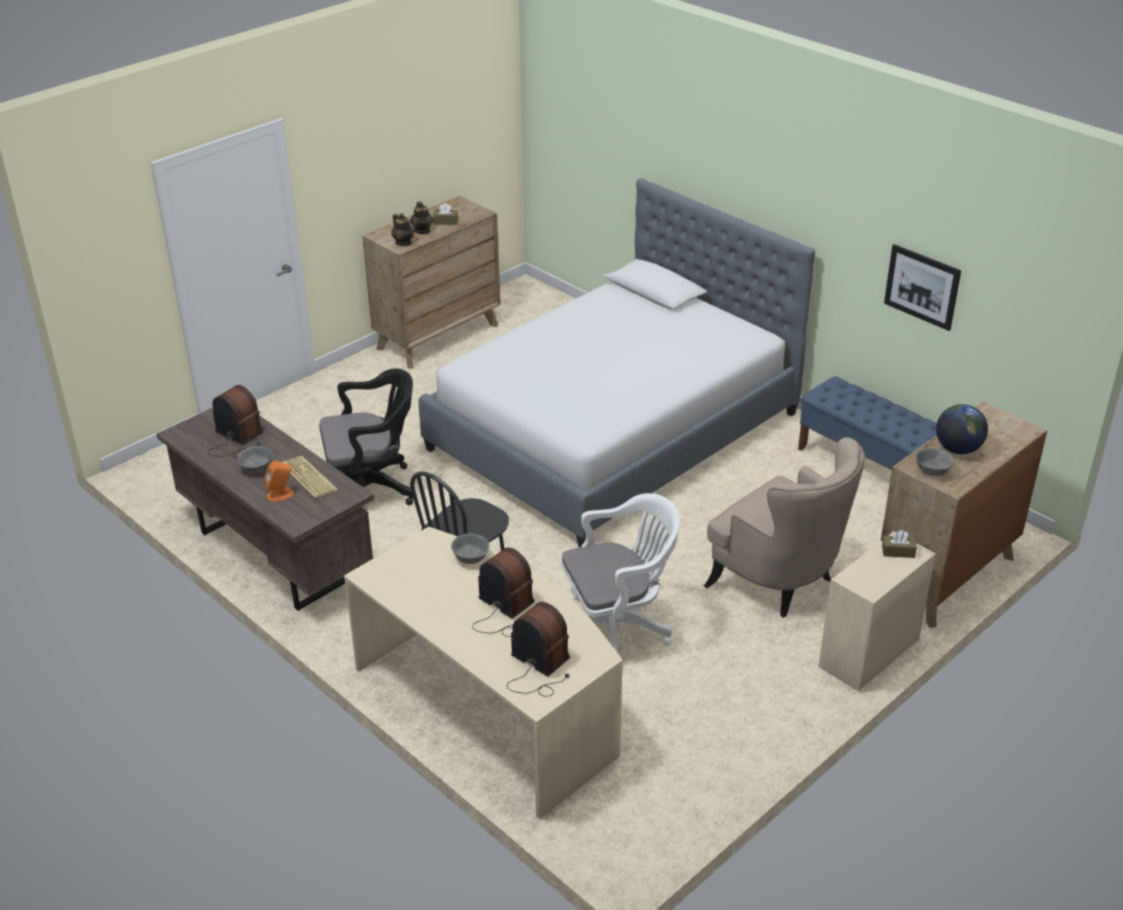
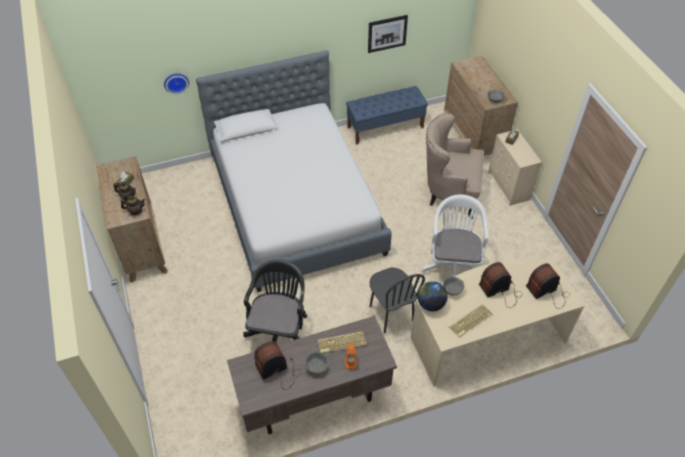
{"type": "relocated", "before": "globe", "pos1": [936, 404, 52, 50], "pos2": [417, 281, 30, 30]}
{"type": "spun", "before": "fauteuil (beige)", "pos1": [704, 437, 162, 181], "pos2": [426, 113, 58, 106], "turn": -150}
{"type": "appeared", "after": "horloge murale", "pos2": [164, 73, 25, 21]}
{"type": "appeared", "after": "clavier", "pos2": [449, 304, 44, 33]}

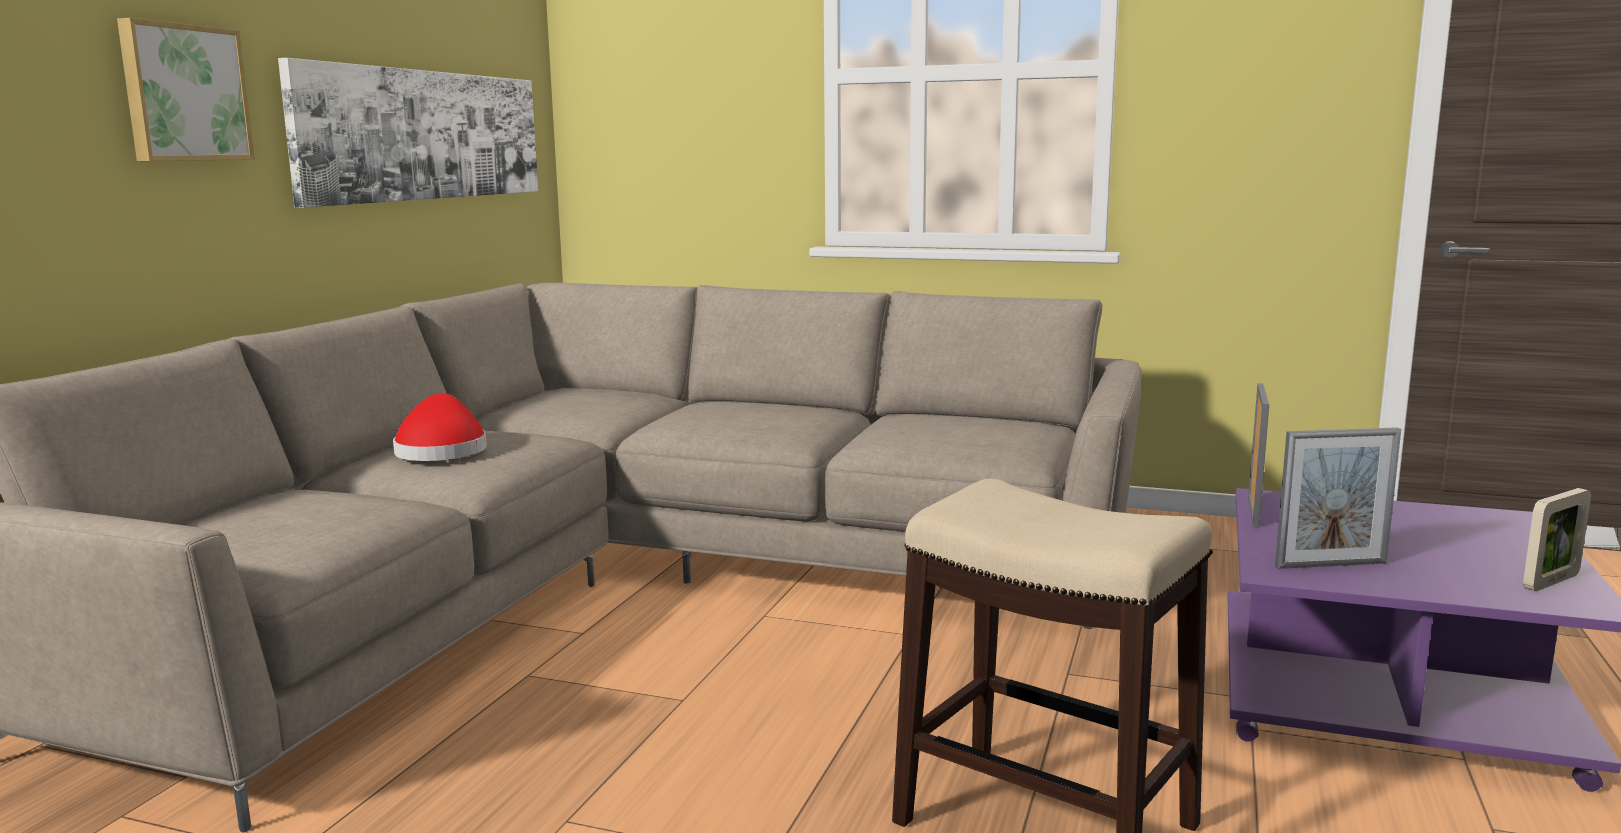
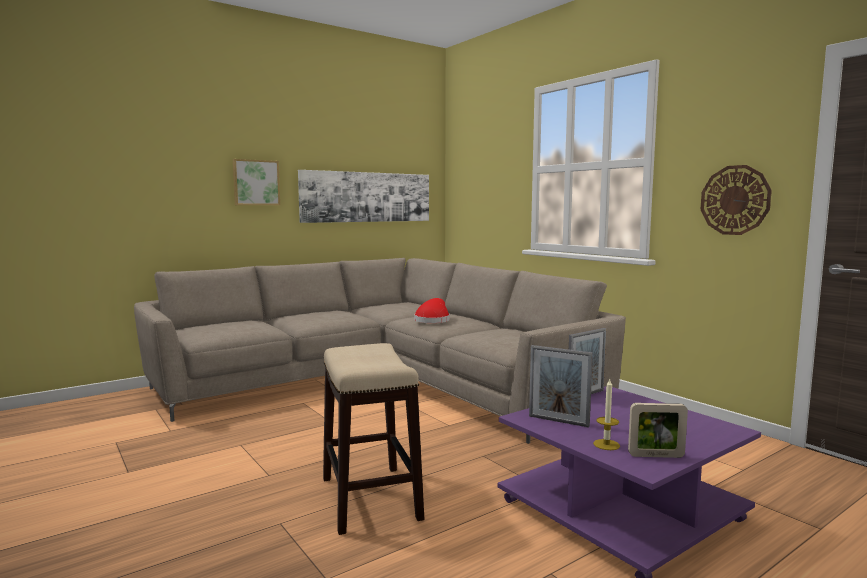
{"type": "relocated", "before": "chapeau (rouge)", "pos1": [393, 393, 94, 68], "pos2": [414, 298, 36, 25]}
{"type": "appeared", "after": "horloge murale", "pos2": [700, 165, 72, 70]}
{"type": "appeared", "after": "bougie", "pos2": [593, 378, 27, 72]}

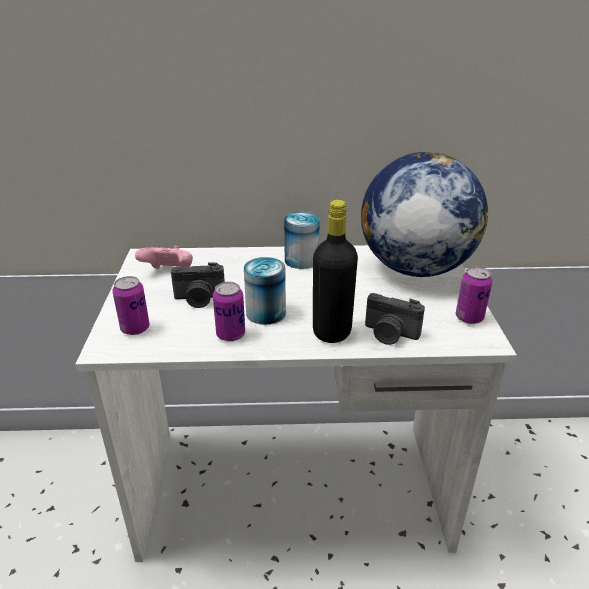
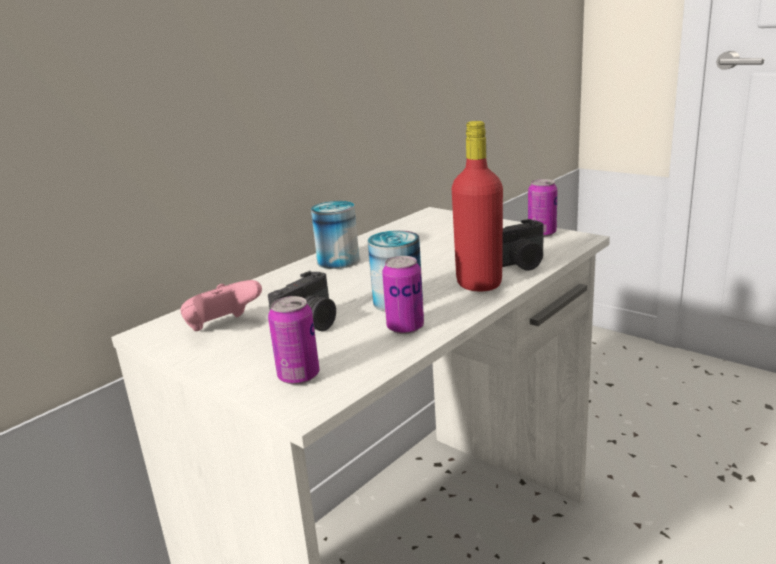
{"type": "missing", "before": "globe", "pos1": [361, 152, 127, 125]}
{"type": "colour", "before": "bouteille (noir)", "after": "bouteille (rouge)", "pos1": [313, 200, 45, 143], "pos2": [452, 121, 51, 171]}

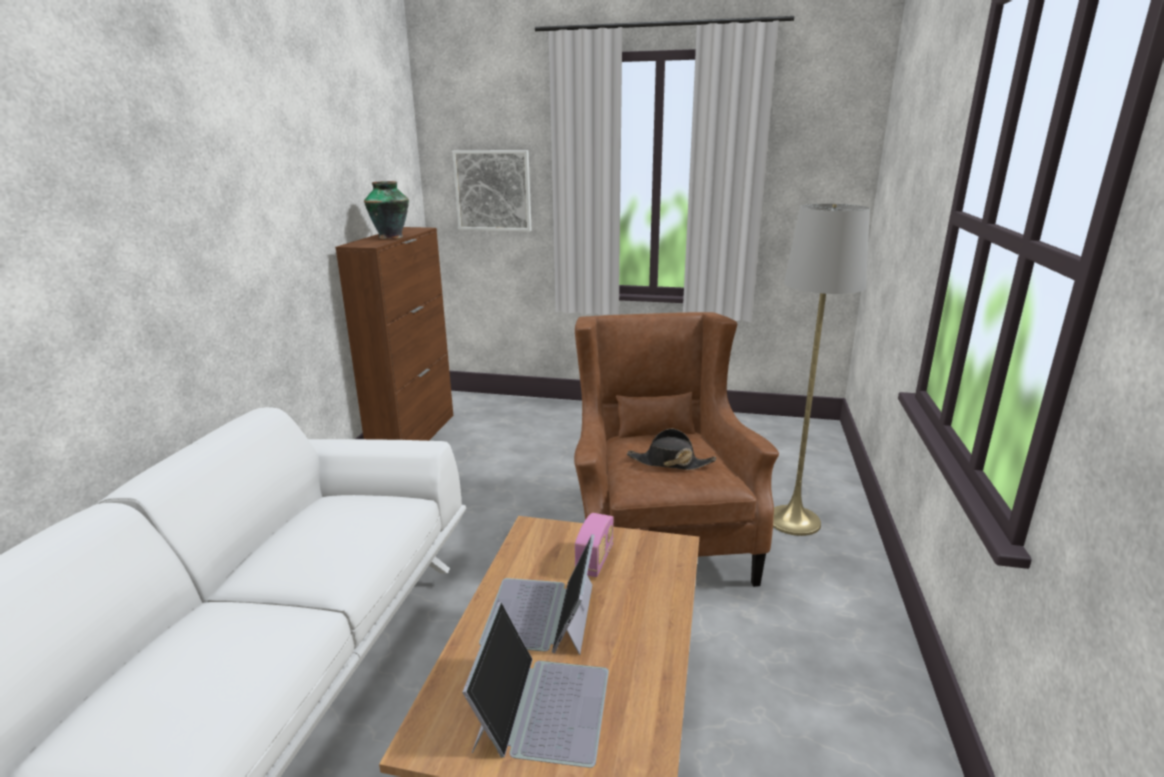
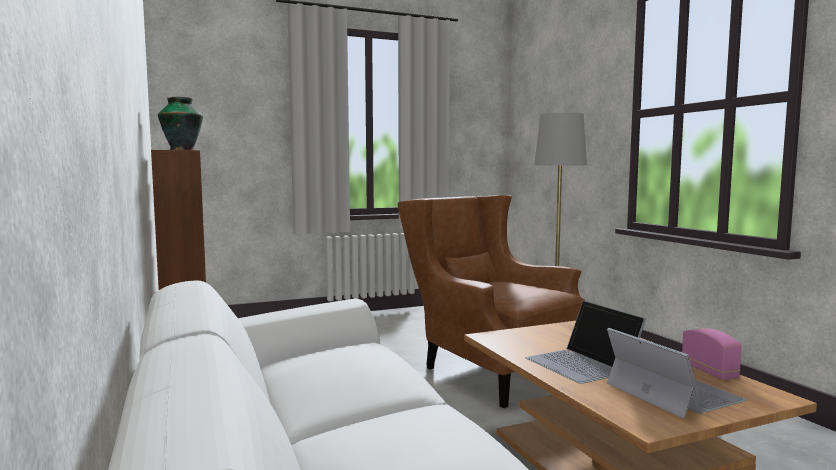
{"type": "missing", "before": "tableau", "pos1": [452, 150, 79, 82]}
{"type": "missing", "before": "chapeau (noir)", "pos1": [627, 429, 89, 41]}
{"type": "relocated", "before": "radio", "pos1": [575, 513, 39, 64], "pos2": [682, 328, 60, 52]}

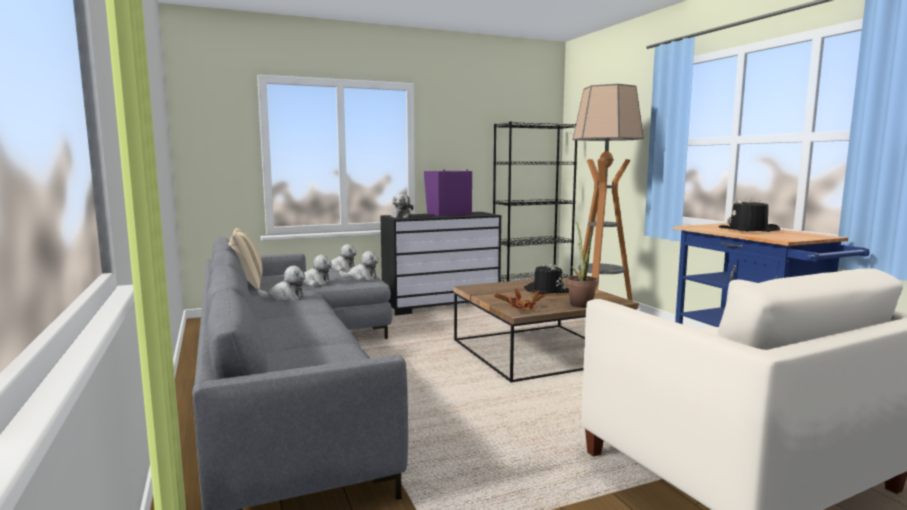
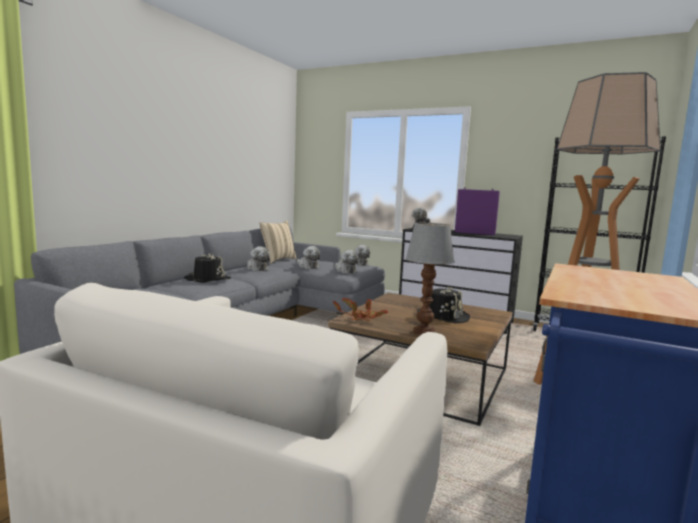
{"type": "relocated", "before": "chapeau (noir)", "pos1": [718, 197, 62, 35], "pos2": [184, 253, 47, 29]}
{"type": "exchanged", "before": "plante en pot", "after": "lampe de table", "pos1": [566, 221, 32, 87], "pos2": [405, 223, 50, 112]}

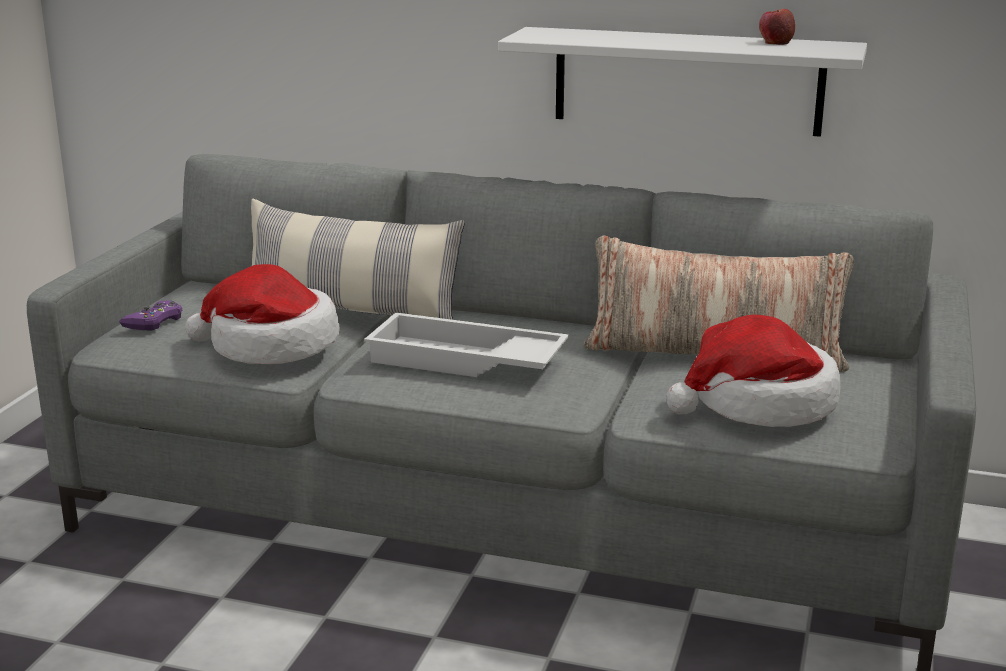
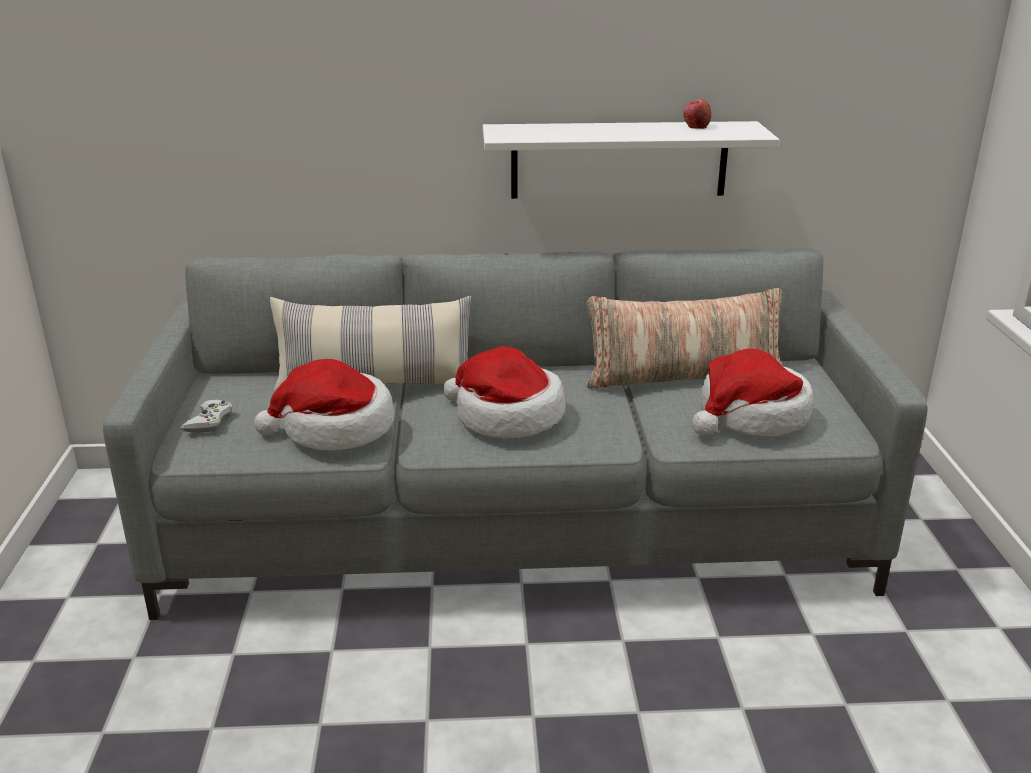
{"type": "colour", "before": "manette (violet)", "after": "manette (blanc)", "pos1": [119, 300, 63, 30], "pos2": [181, 399, 52, 34]}
{"type": "exchanged", "before": "plateau (blanc)", "after": "chapeau", "pos1": [364, 313, 205, 64], "pos2": [443, 346, 123, 92]}

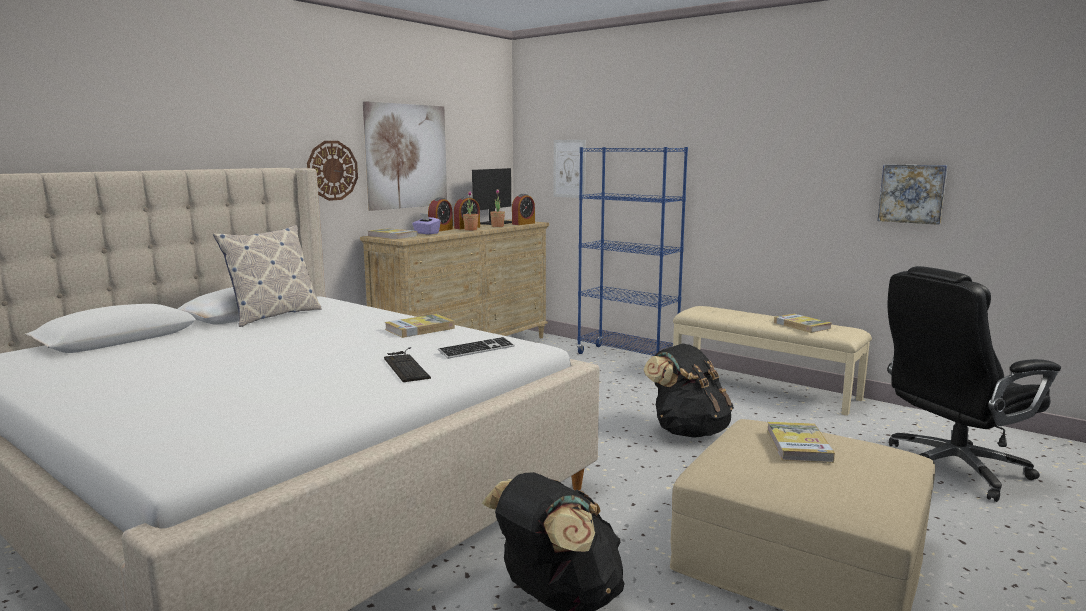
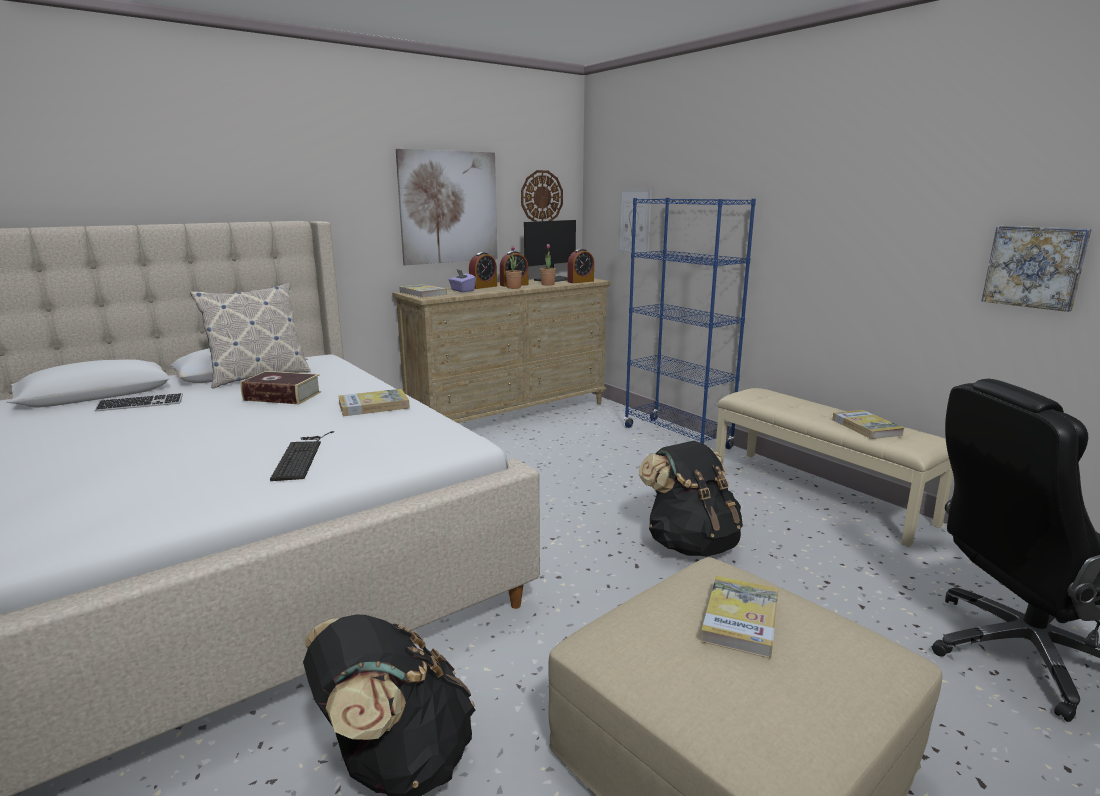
{"type": "relocated", "before": "horloge murale", "pos1": [307, 141, 51, 60], "pos2": [521, 170, 42, 52]}
{"type": "relocated", "before": "clavier", "pos1": [438, 337, 77, 22], "pos2": [95, 393, 88, 19]}
{"type": "appeared", "after": "livre", "pos2": [240, 371, 81, 33]}

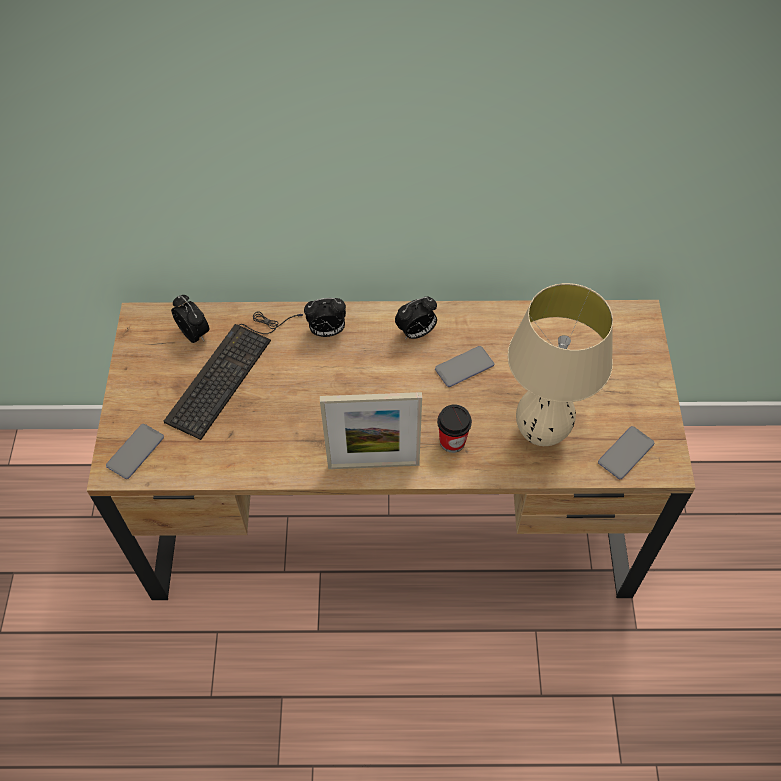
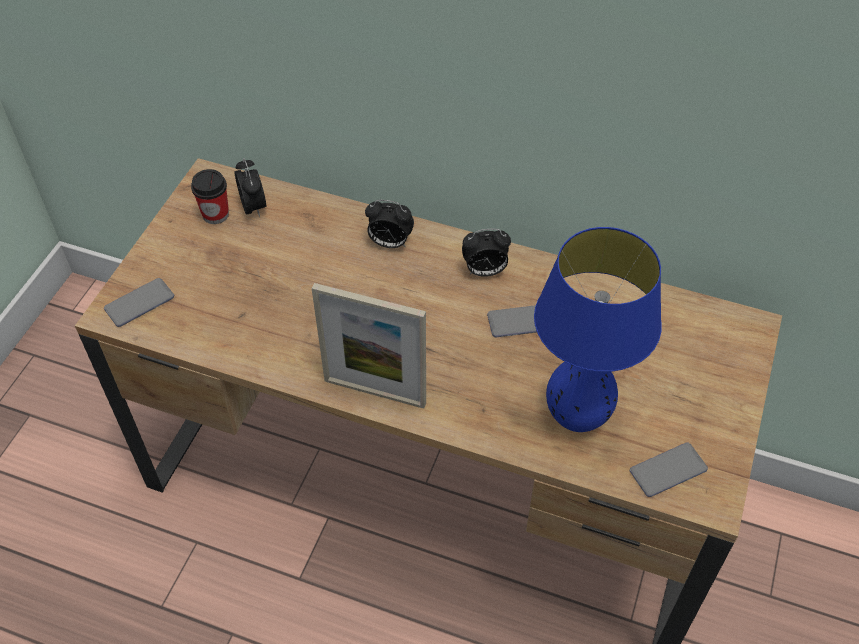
{"type": "colour", "before": "lampe de table (beige)", "after": "lampe de table (bleu)", "pos1": [507, 283, 106, 163], "pos2": [534, 227, 128, 205]}
{"type": "missing", "before": "clavier", "pos1": [164, 311, 139, 129]}
{"type": "relocated", "before": "tasse", "pos1": [437, 404, 35, 49], "pos2": [191, 169, 38, 55]}

